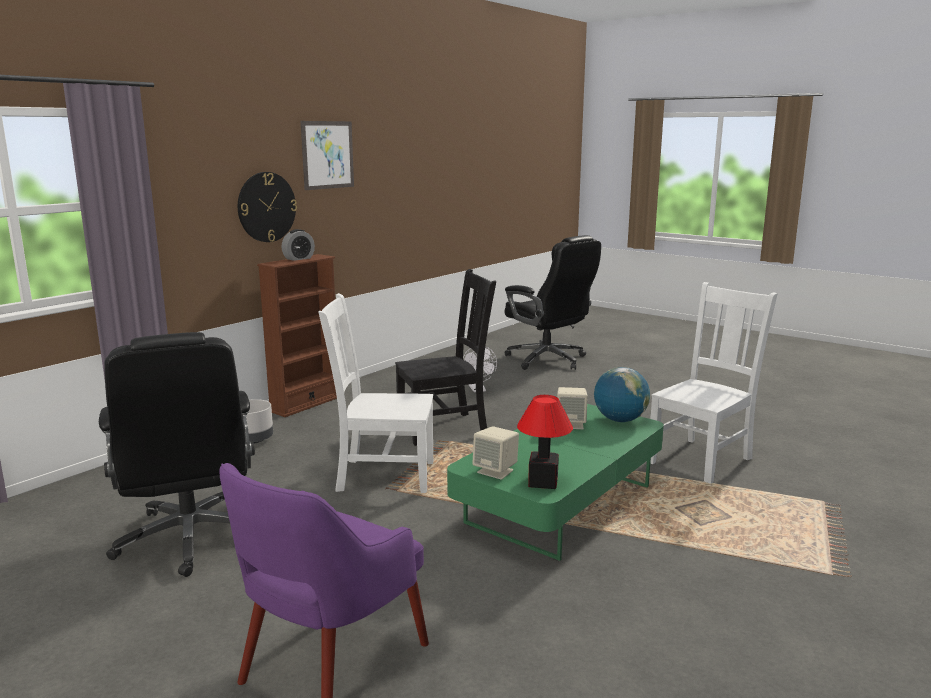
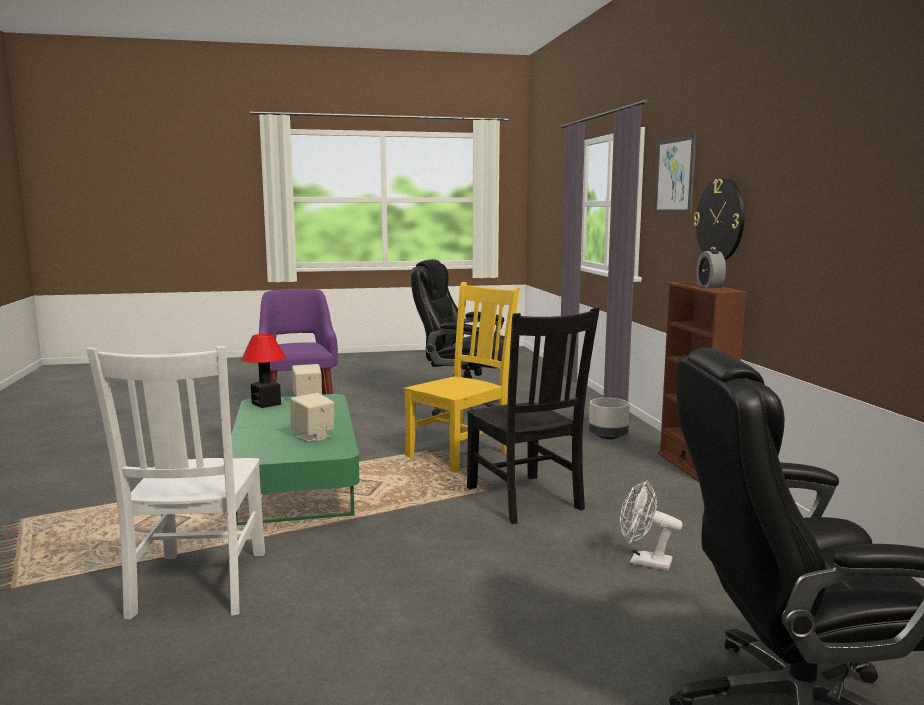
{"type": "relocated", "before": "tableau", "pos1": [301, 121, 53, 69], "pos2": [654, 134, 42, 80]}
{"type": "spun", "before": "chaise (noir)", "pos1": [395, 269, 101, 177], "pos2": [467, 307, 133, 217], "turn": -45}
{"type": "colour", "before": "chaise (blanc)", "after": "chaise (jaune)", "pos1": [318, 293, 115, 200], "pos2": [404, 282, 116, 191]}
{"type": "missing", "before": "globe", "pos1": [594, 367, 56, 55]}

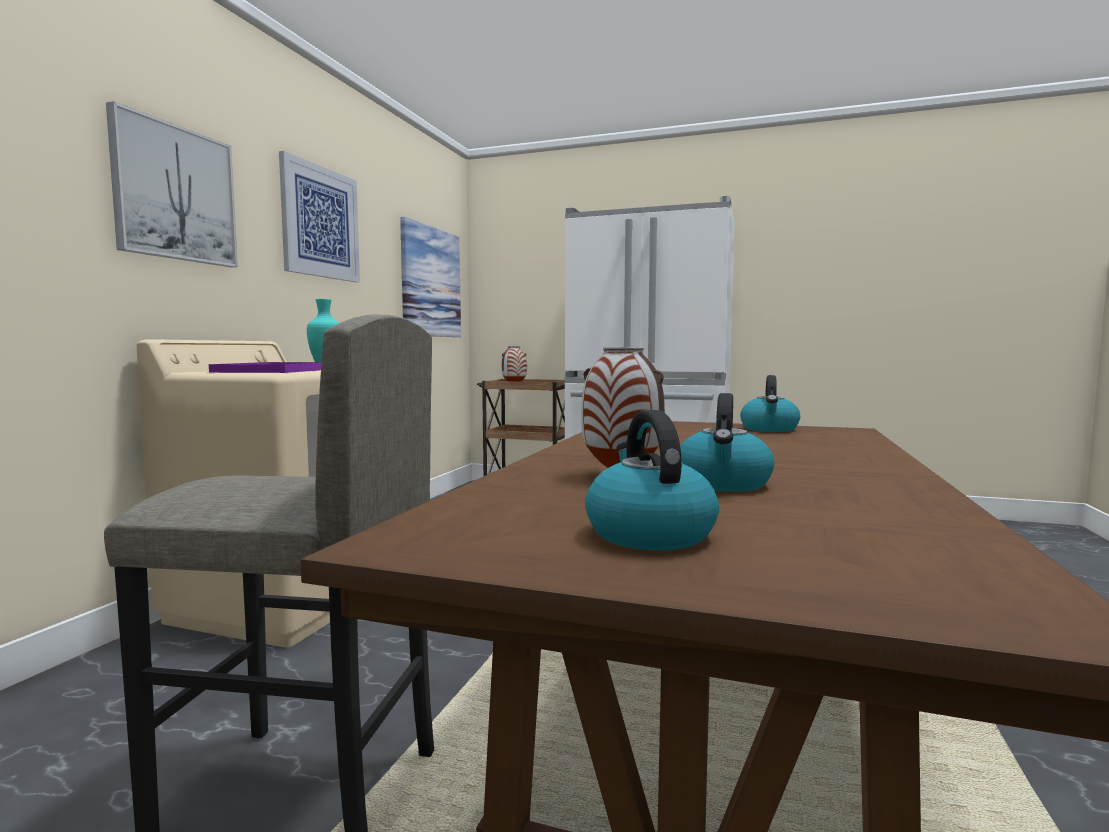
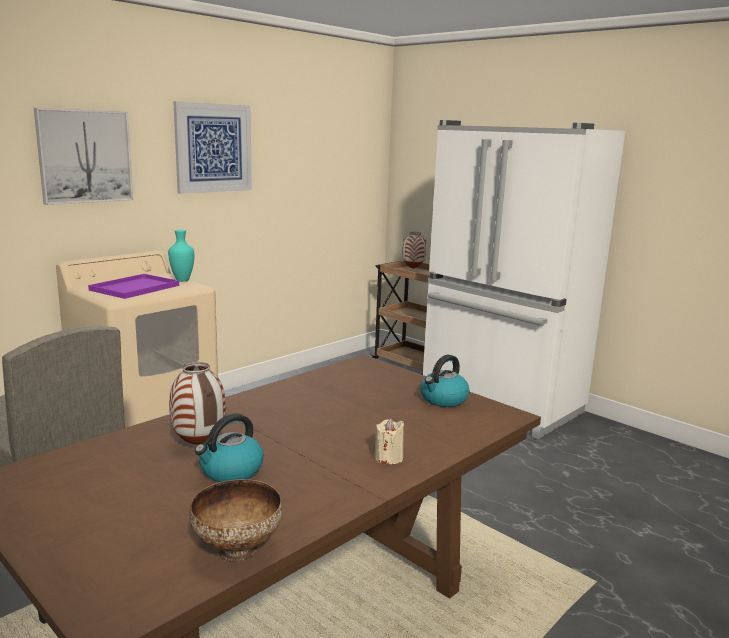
{"type": "missing", "before": "tableau", "pos1": [400, 217, 61, 120]}
{"type": "missing", "before": "bouilloire", "pos1": [585, 410, 134, 140]}
{"type": "appeared", "after": "bougie (beige)", "pos2": [375, 418, 29, 46]}
{"type": "appeared", "after": "bol", "pos2": [189, 479, 94, 84]}

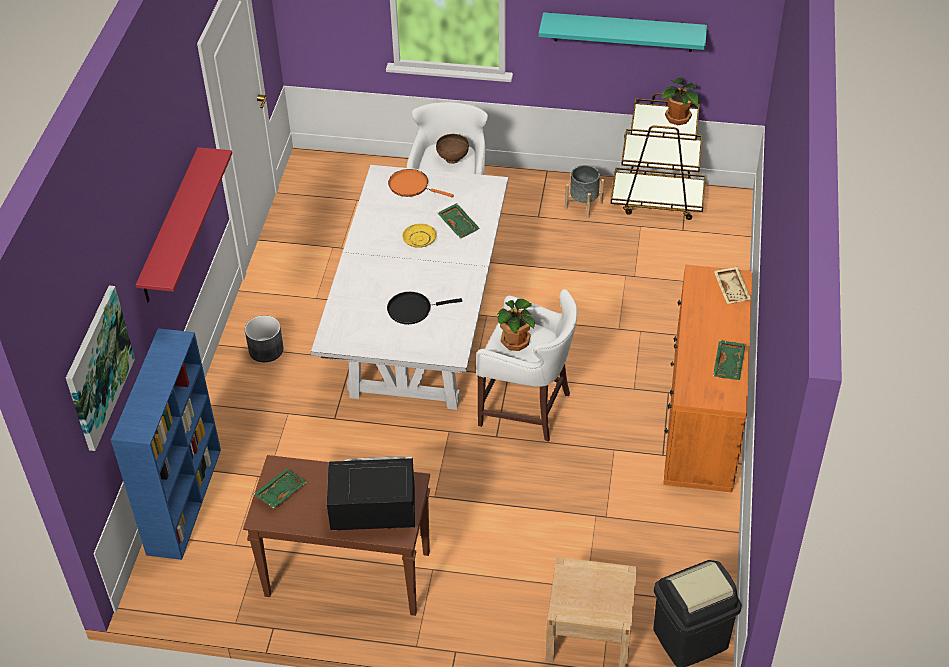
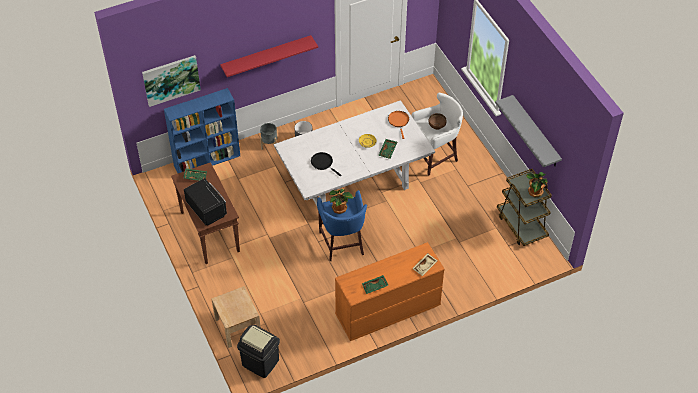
{"type": "colour", "before": "étagère (turquoise)", "after": "étagère (gris)", "pos1": [539, 12, 168, 40], "pos2": [495, 95, 67, 72]}
{"type": "relocated", "before": "cache-pot (gris)", "pos1": [565, 165, 39, 53], "pos2": [260, 123, 18, 27]}
{"type": "colour", "before": "tabouret (blanc)", "after": "tabouret (bleu)", "pos1": [476, 289, 102, 153], "pos2": [317, 190, 50, 71]}

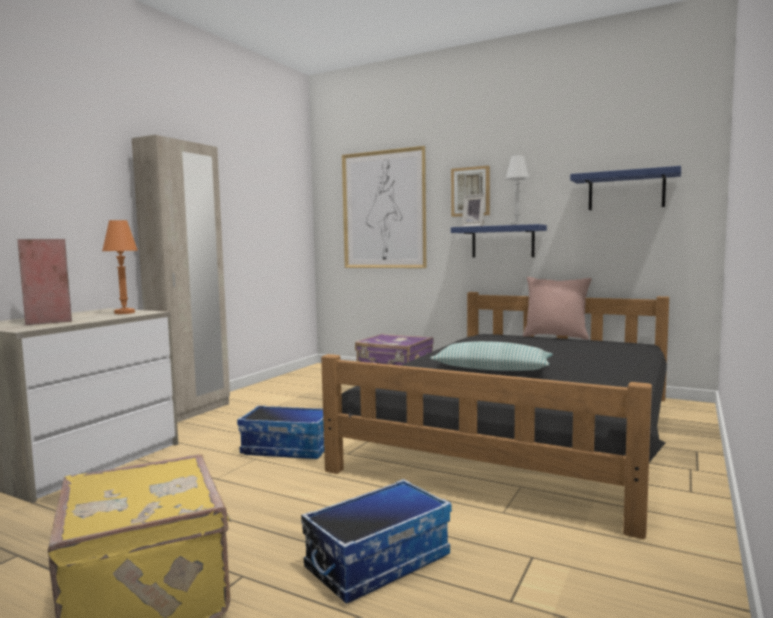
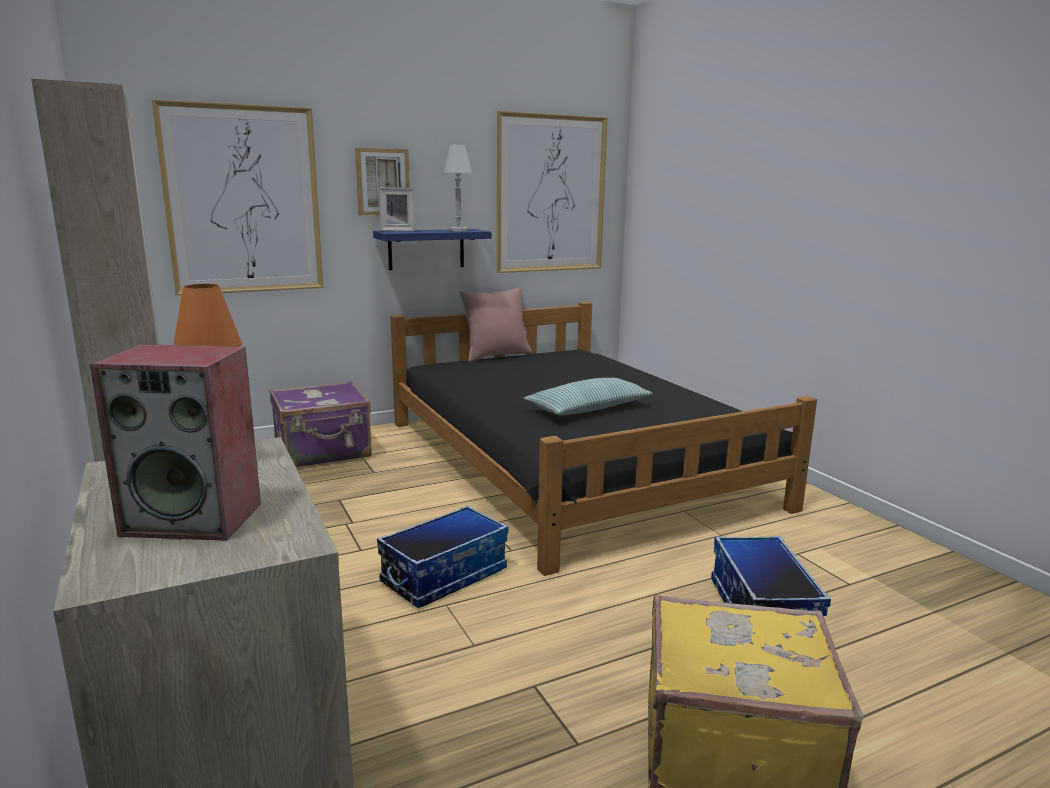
{"type": "exchanged", "before": "étagère (bleu)", "after": "tableau", "pos1": [570, 166, 111, 44], "pos2": [497, 111, 111, 162]}

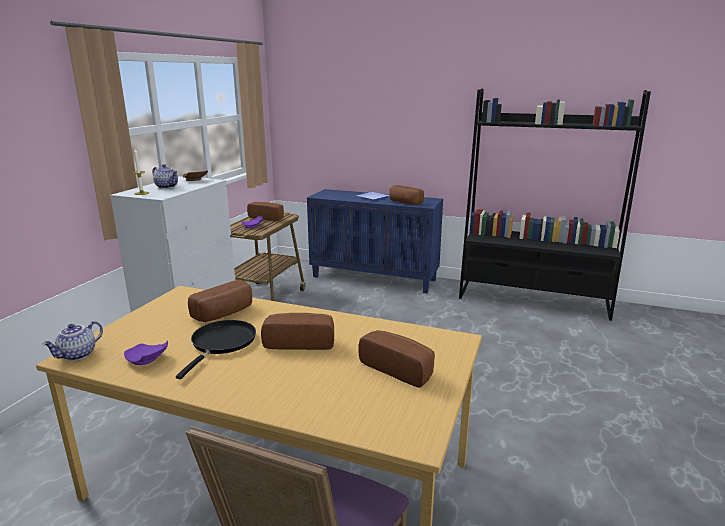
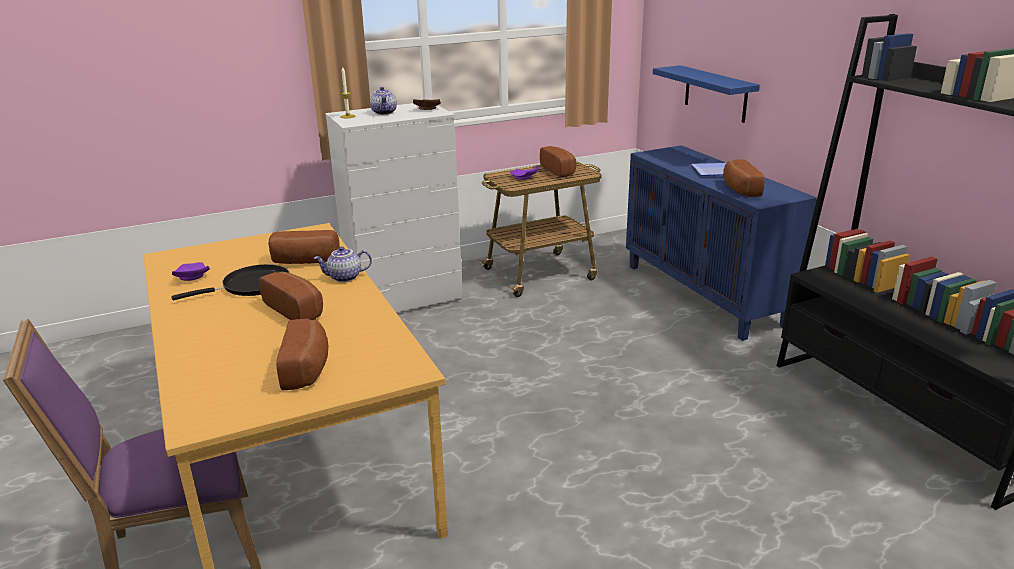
{"type": "relocated", "before": "théière", "pos1": [42, 321, 61, 40], "pos2": [313, 247, 59, 35]}
{"type": "appeared", "after": "étagère (bleu)", "pos2": [653, 65, 107, 58]}

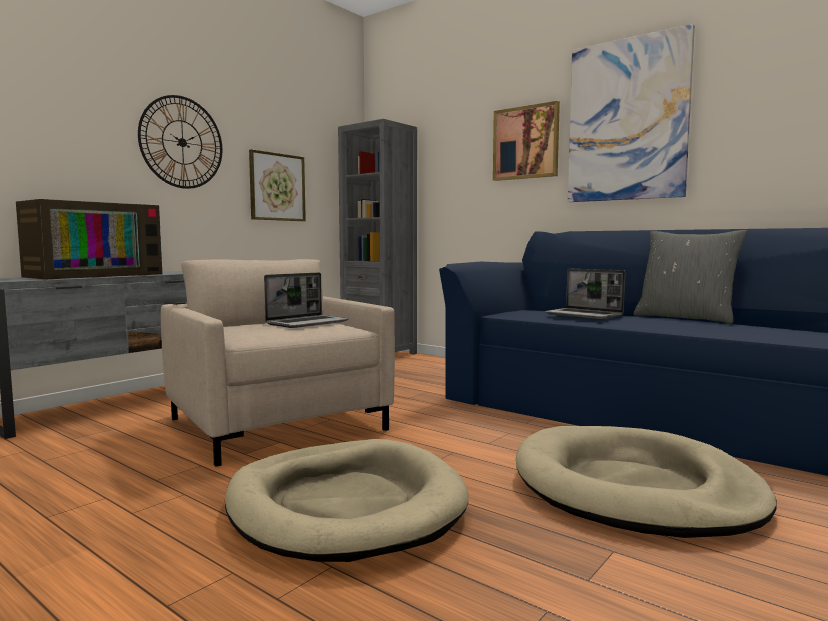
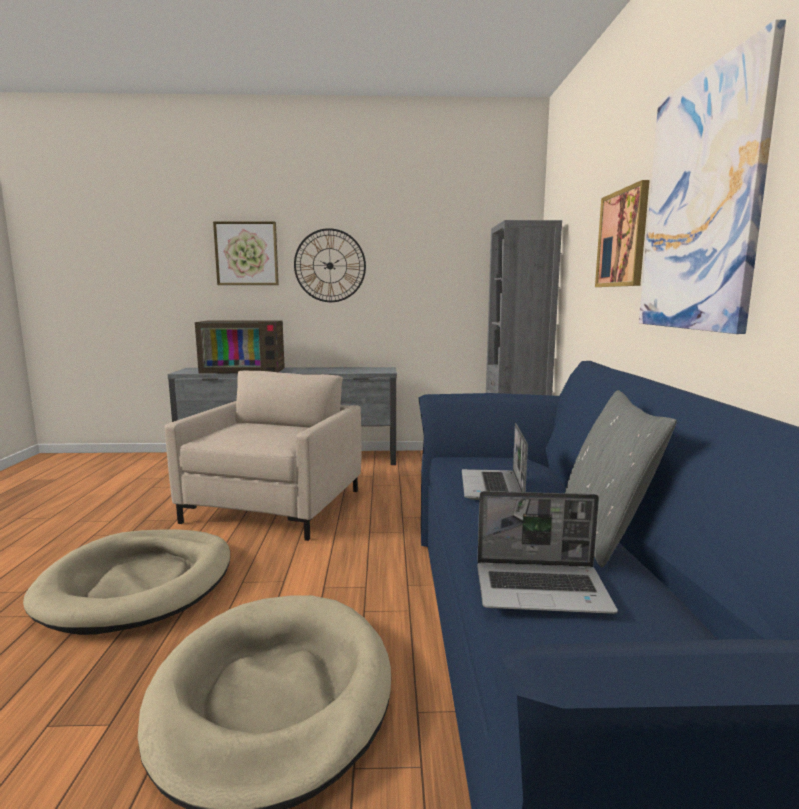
{"type": "relocated", "before": "tableau", "pos1": [249, 149, 57, 72], "pos2": [213, 221, 66, 64]}
{"type": "relocated", "before": "ordinateur portable", "pos1": [264, 272, 85, 56], "pos2": [477, 491, 141, 123]}

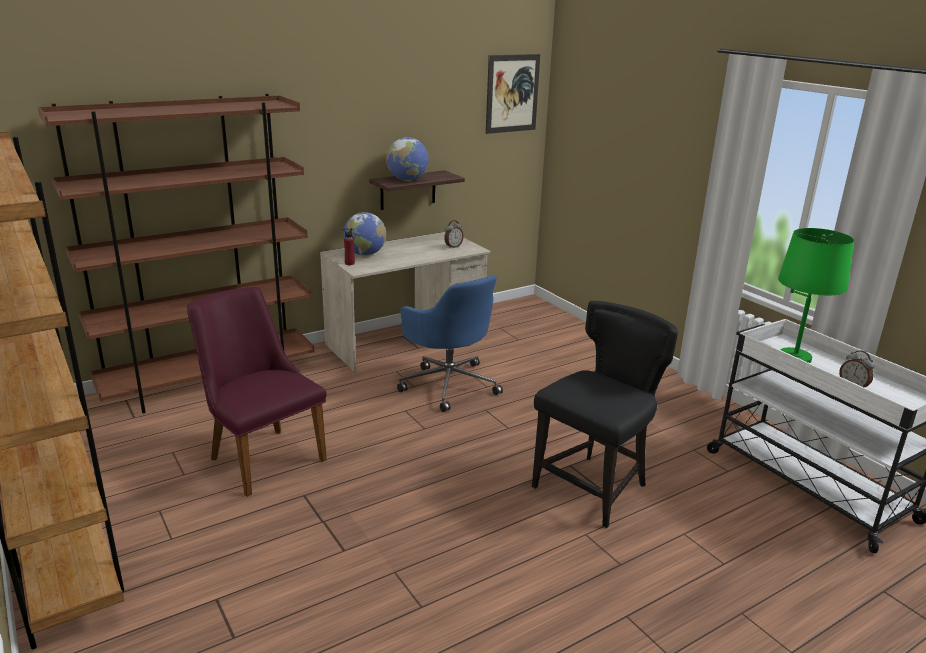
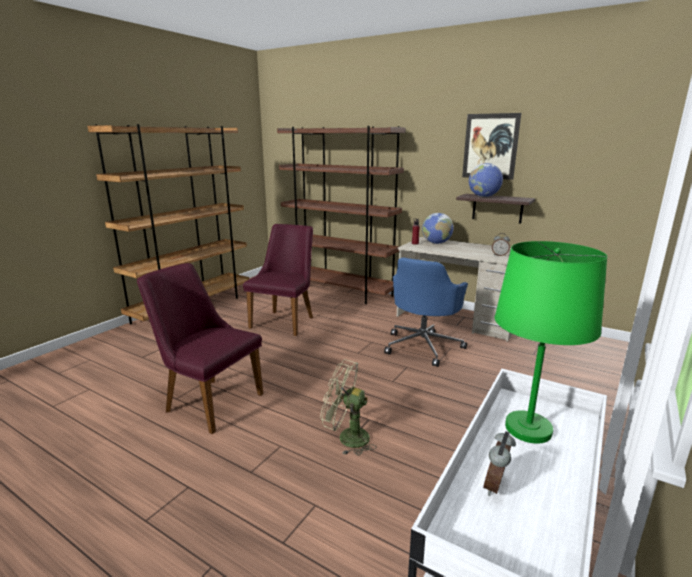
{"type": "relocated", "before": "tableau", "pos1": [486, 54, 54, 80], "pos2": [462, 113, 59, 67]}
{"type": "exchanged", "before": "chaise (noir)", "after": "ventilateur (vert)", "pos1": [532, 301, 146, 227], "pos2": [320, 359, 57, 97]}
{"type": "appeared", "after": "chaise (violet)", "pos2": [137, 263, 126, 171]}

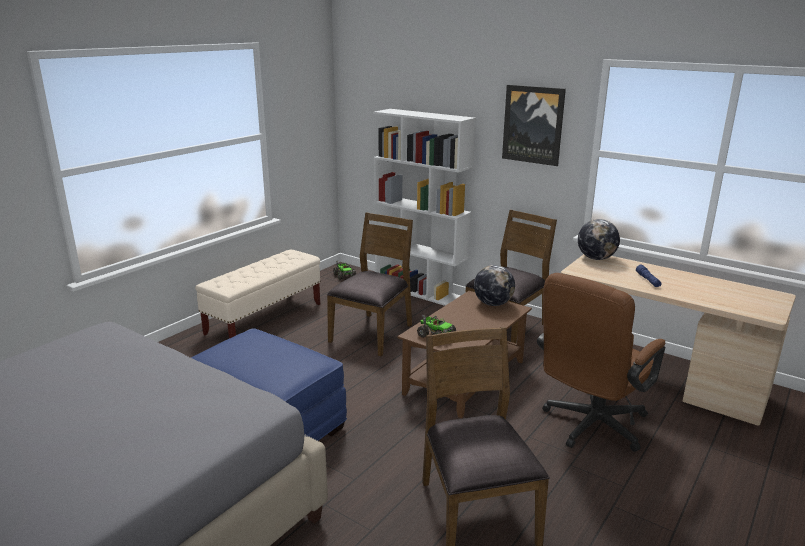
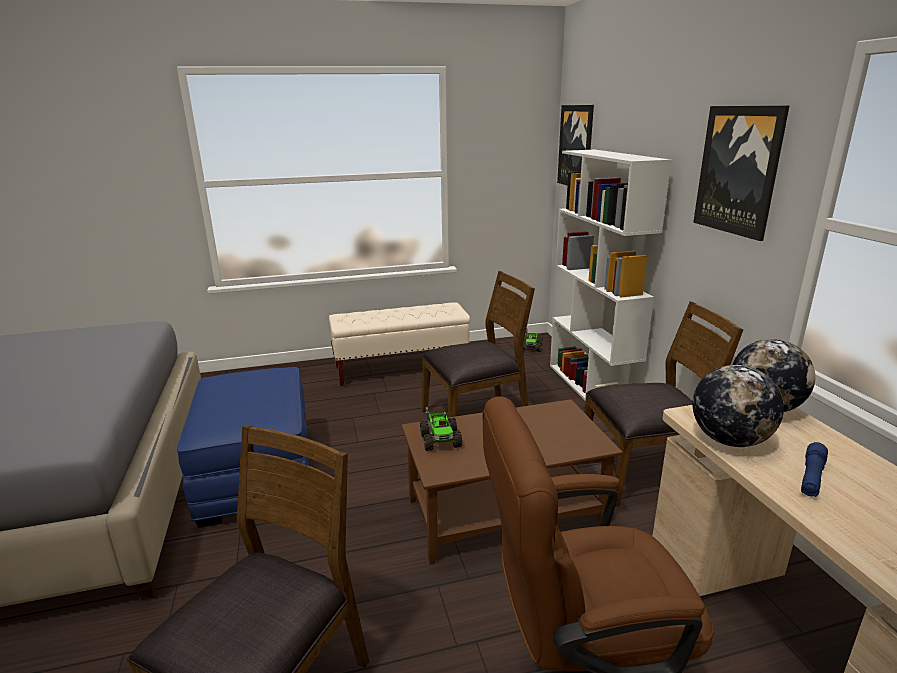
{"type": "relocated", "before": "globe", "pos1": [474, 265, 41, 41], "pos2": [693, 365, 91, 82]}
{"type": "appeared", "after": "tableau", "pos2": [557, 105, 37, 80]}

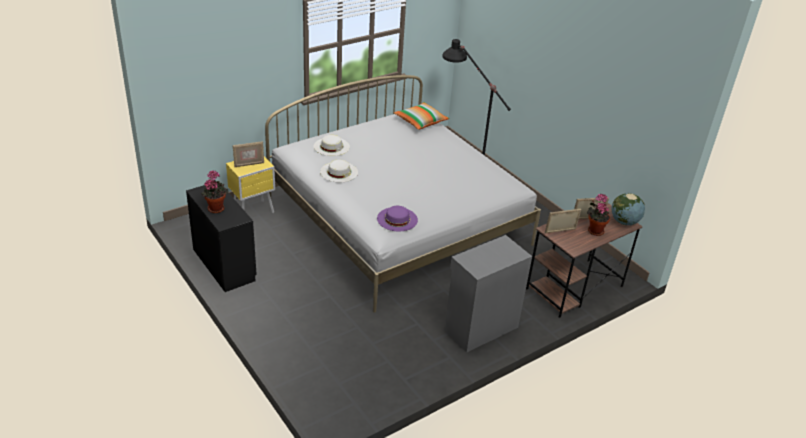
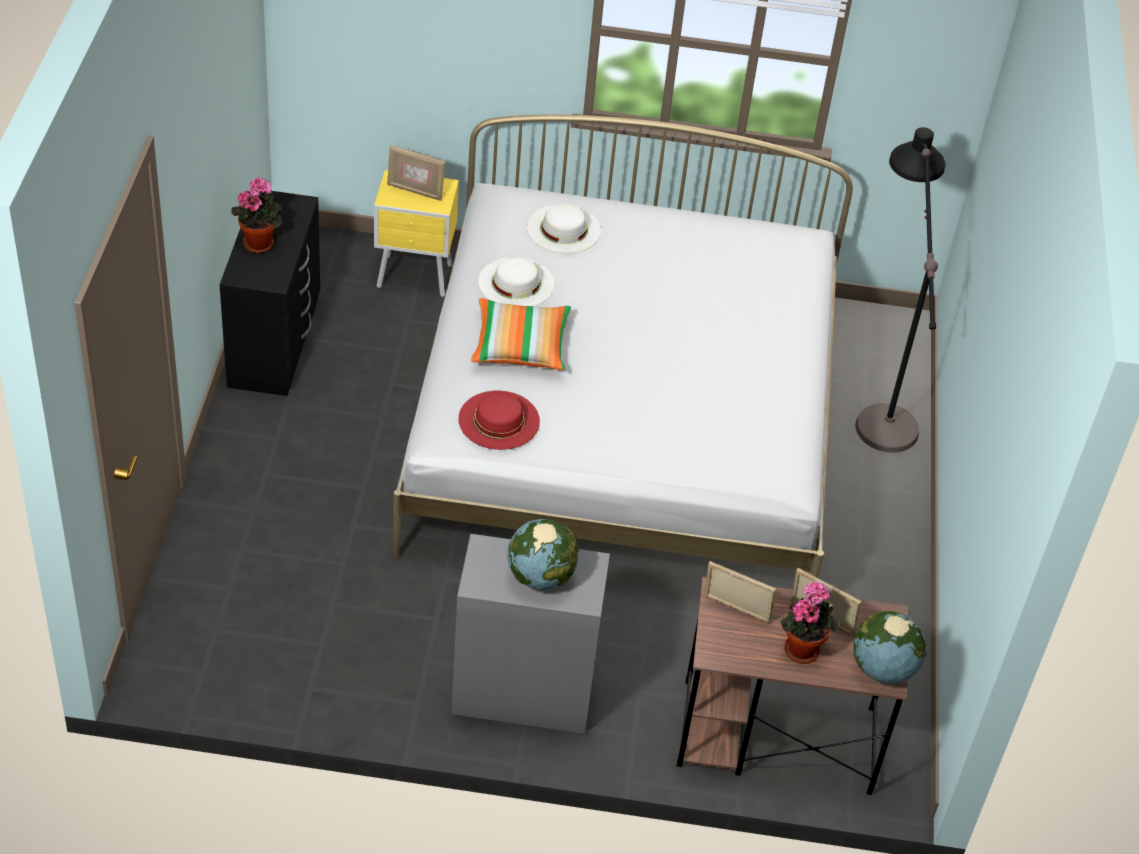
{"type": "relocated", "before": "coussin", "pos1": [394, 102, 56, 28], "pos2": [471, 298, 100, 72]}
{"type": "colour", "before": "chapeau (violet)", "after": "chapeau (rouge)", "pos1": [377, 206, 41, 25], "pos2": [458, 391, 82, 59]}
{"type": "appeared", "after": "globe", "pos2": [507, 519, 72, 71]}

